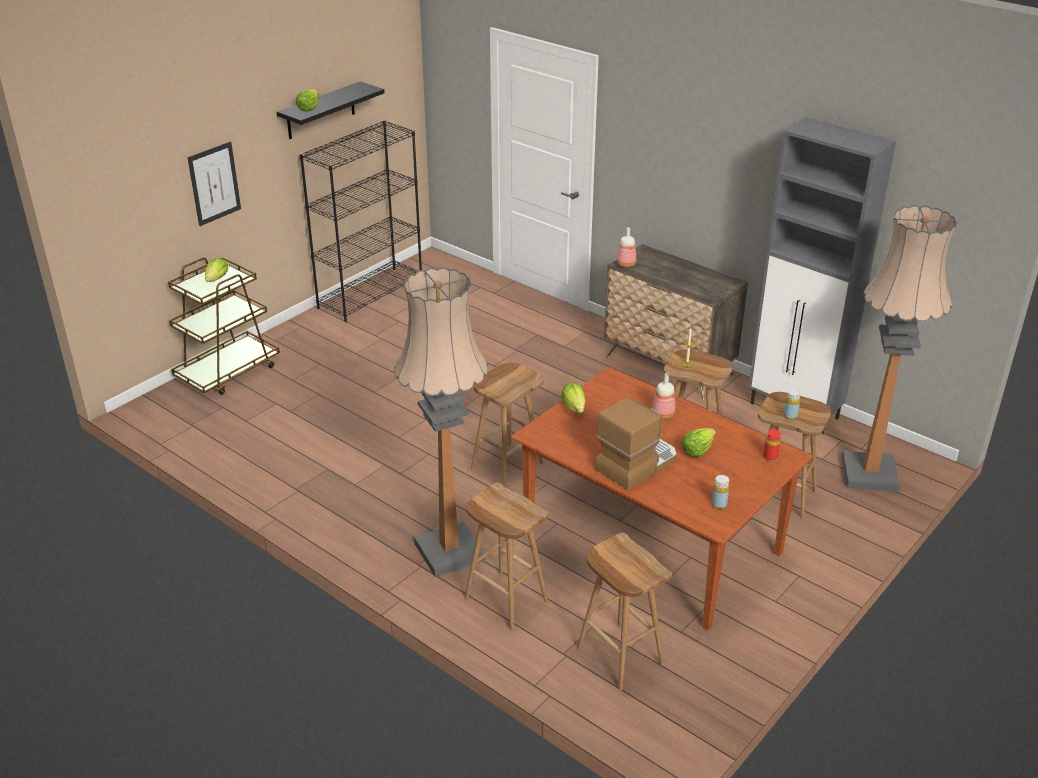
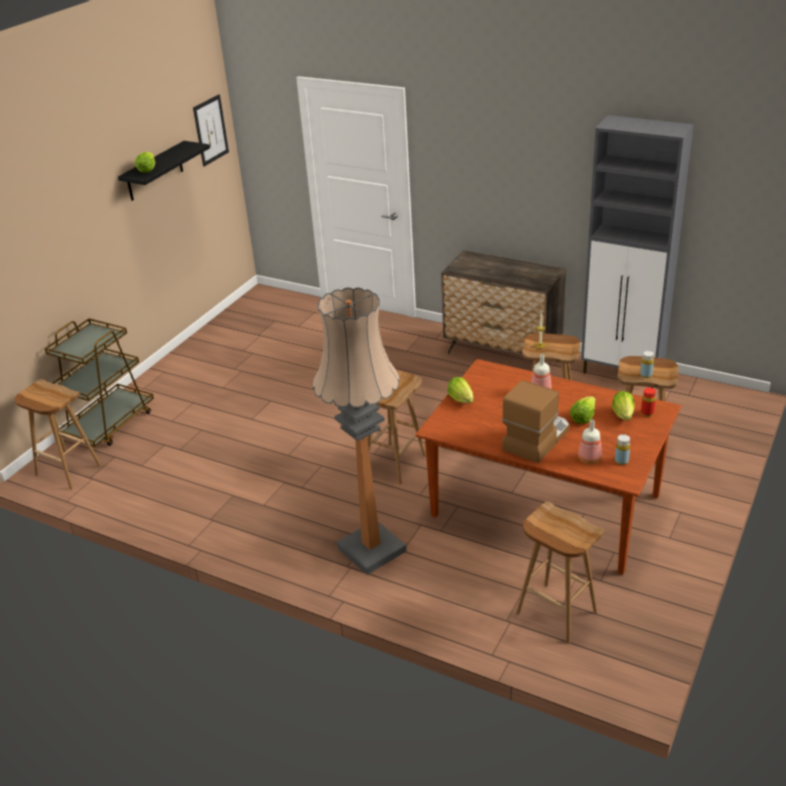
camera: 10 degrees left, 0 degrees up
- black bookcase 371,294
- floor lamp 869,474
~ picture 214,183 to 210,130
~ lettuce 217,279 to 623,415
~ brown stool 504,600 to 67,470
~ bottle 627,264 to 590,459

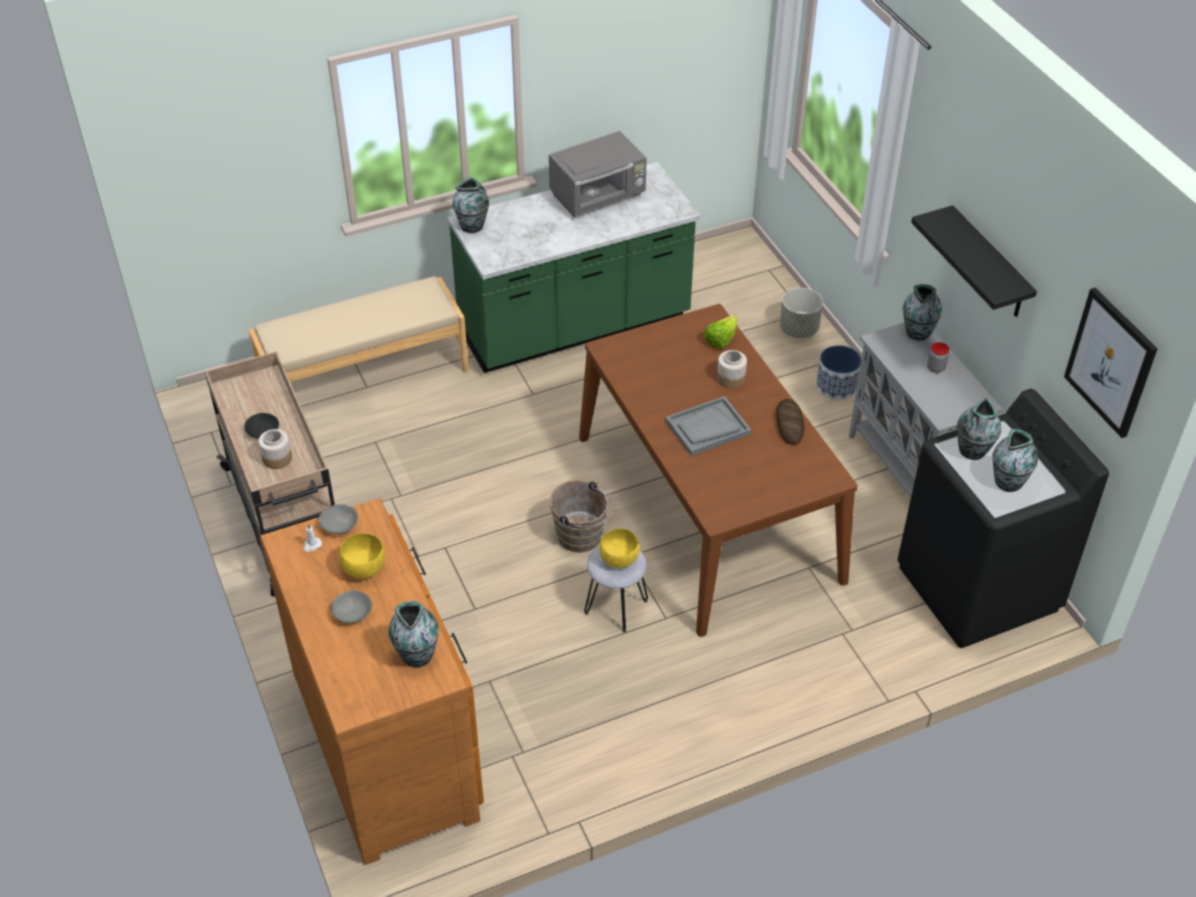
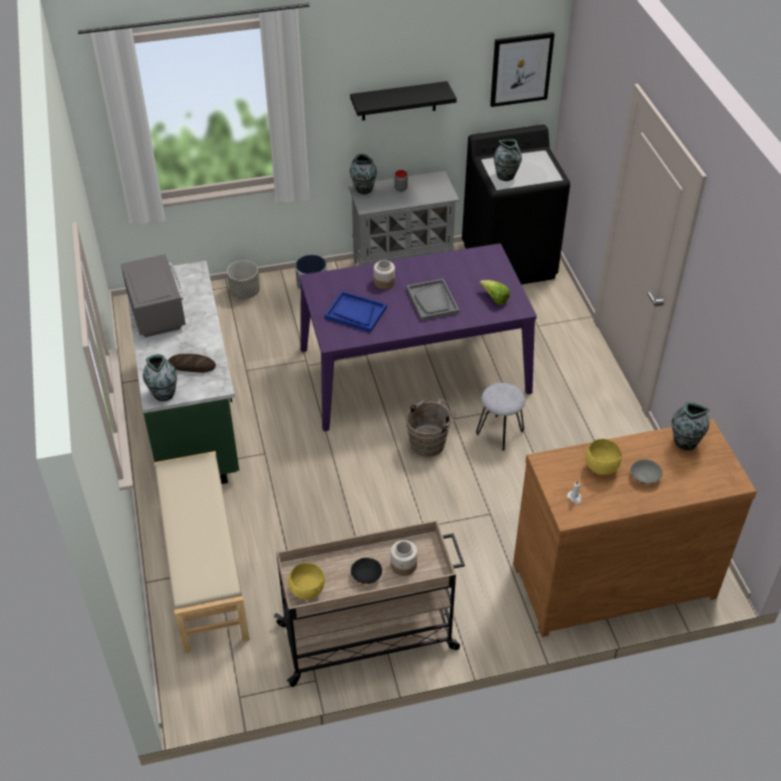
camera: 80 degrees left, 0 degrees up
- grey bowl 340,524
- vase 1008,481
+ blue tray 355,313
~ yellow bowl 620,560 to 307,590
~ lettuce 721,340 to 494,298
~ bread 789,424 to 192,366
~ brown dining table 707,507 to purple dining table 414,370

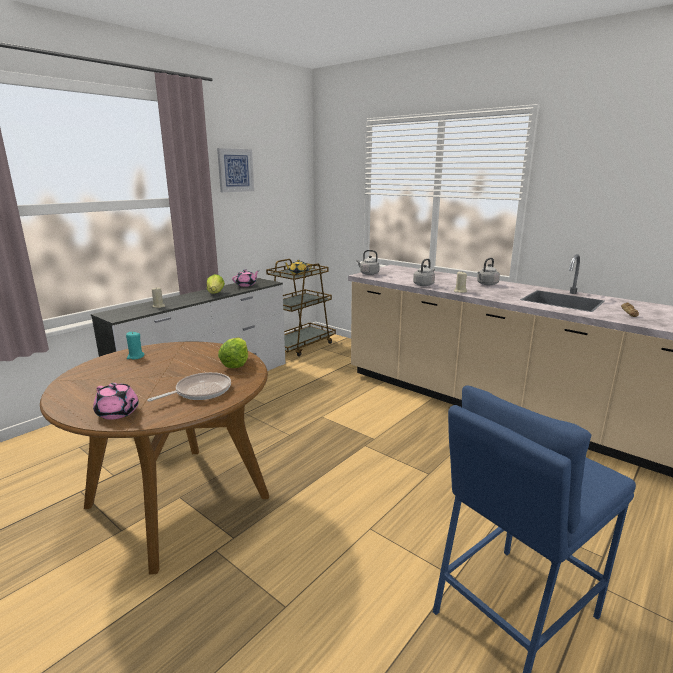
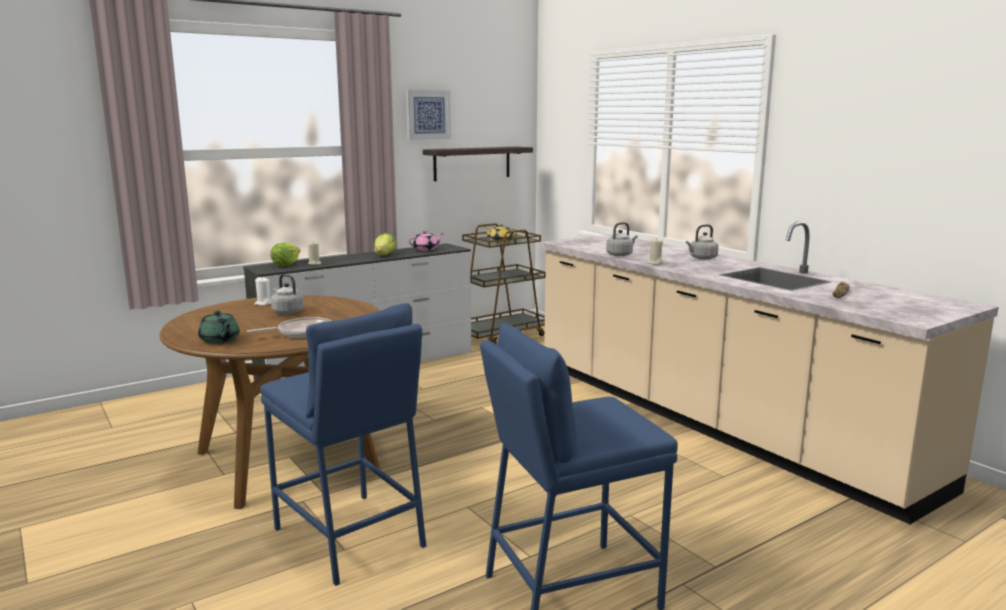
camera: 15 degrees right, 5 degrees down
+ blue stool 349,537
+ shelf 472,163
~ lettuce 235,364 to 286,264
~ grey kettle 368,273 to 287,312
~ pink teapot 118,413 to green teapot 220,340
~ turquoise candle 135,357 to white candle 263,303

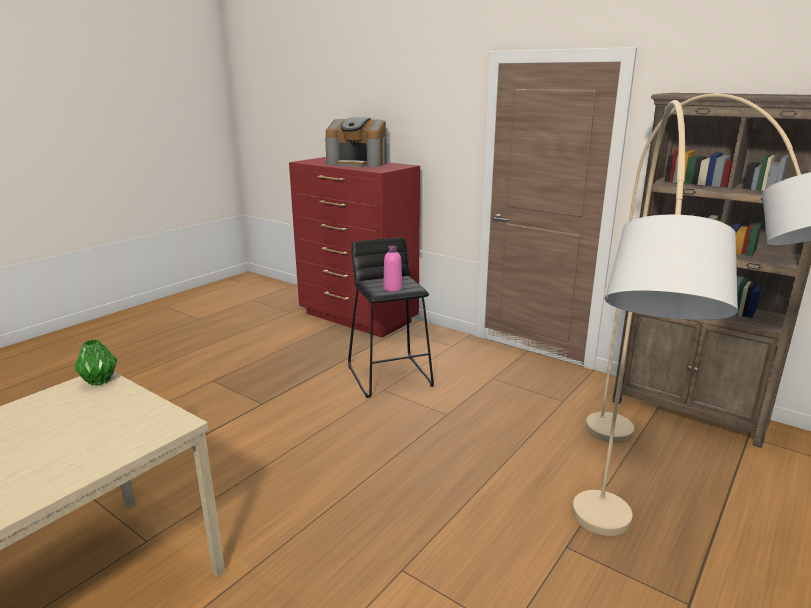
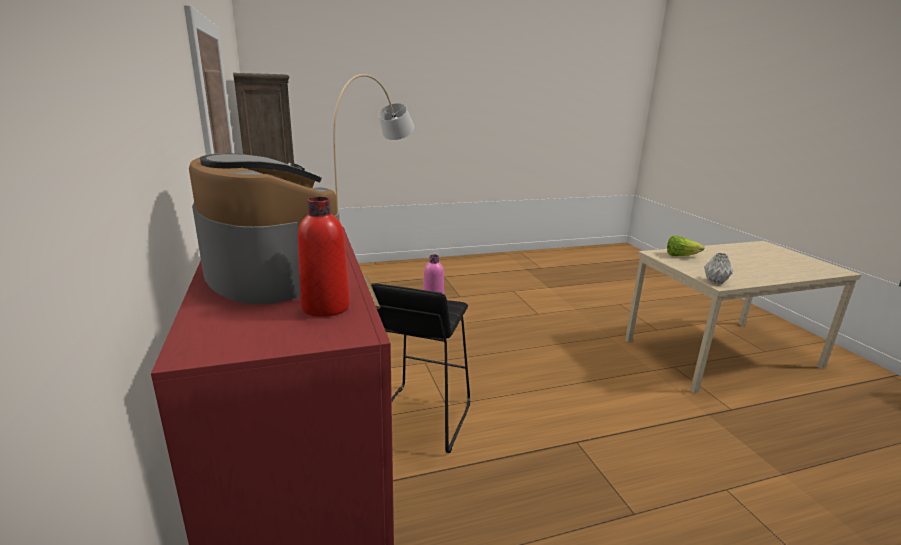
camera: 145 degrees left, 0 degrees up
- beige floor lamp 600,600
+ red bottle 326,307
+ lettuce 680,256
~ green vase 99,381 to grey vase 715,281

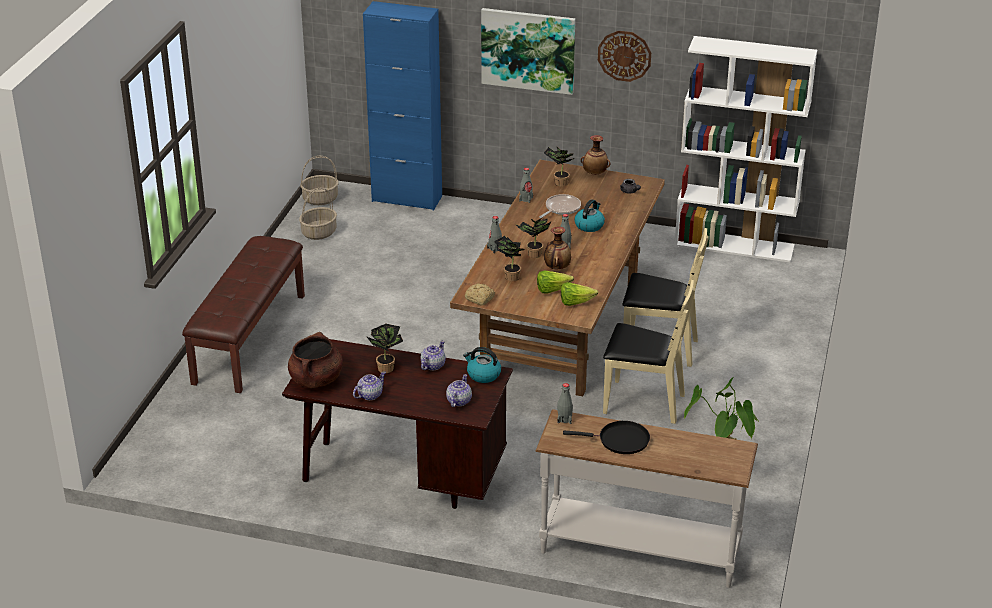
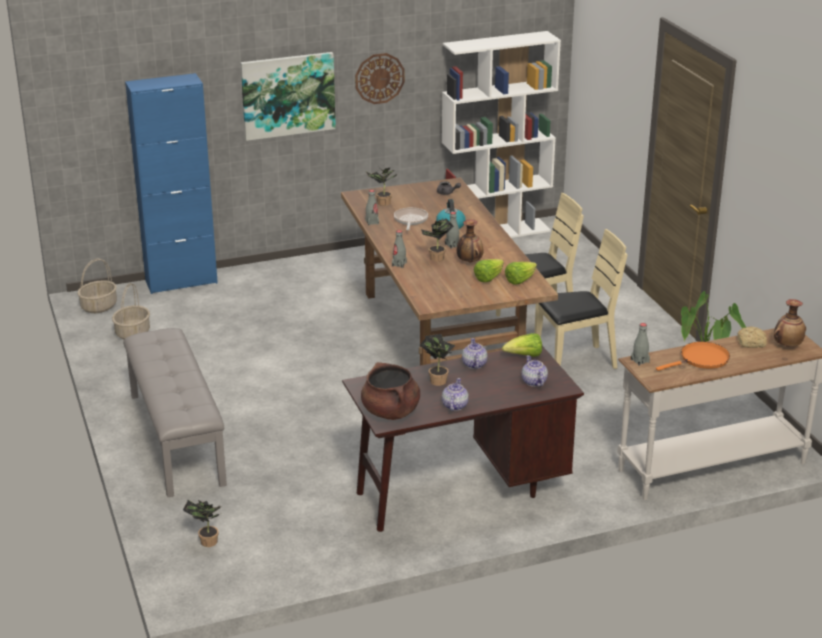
camera: 35 degrees left, 5 degrees down
~ bread 480,299 to 752,343
~ potted plant 510,276 to 206,542
~ vase 595,173 to 787,345
~ kettle 483,375 to lettuce 524,356
~ brown bench 249,338 to grey bench 175,438
~ black frying pan 620,440 to orange frying pan 701,359

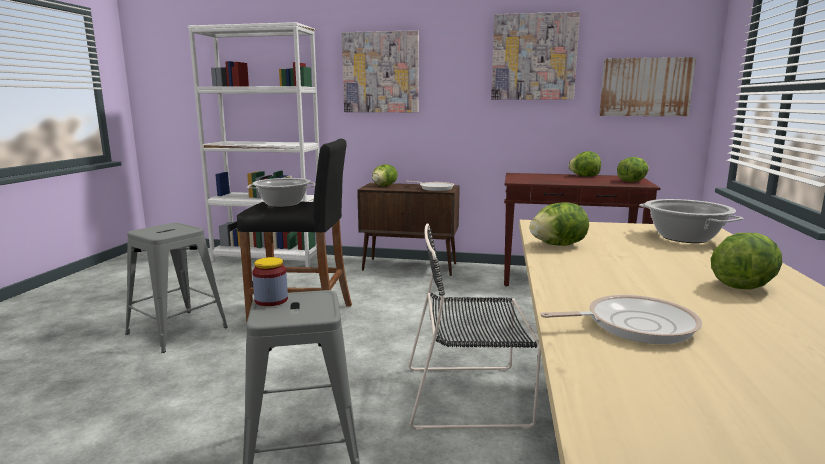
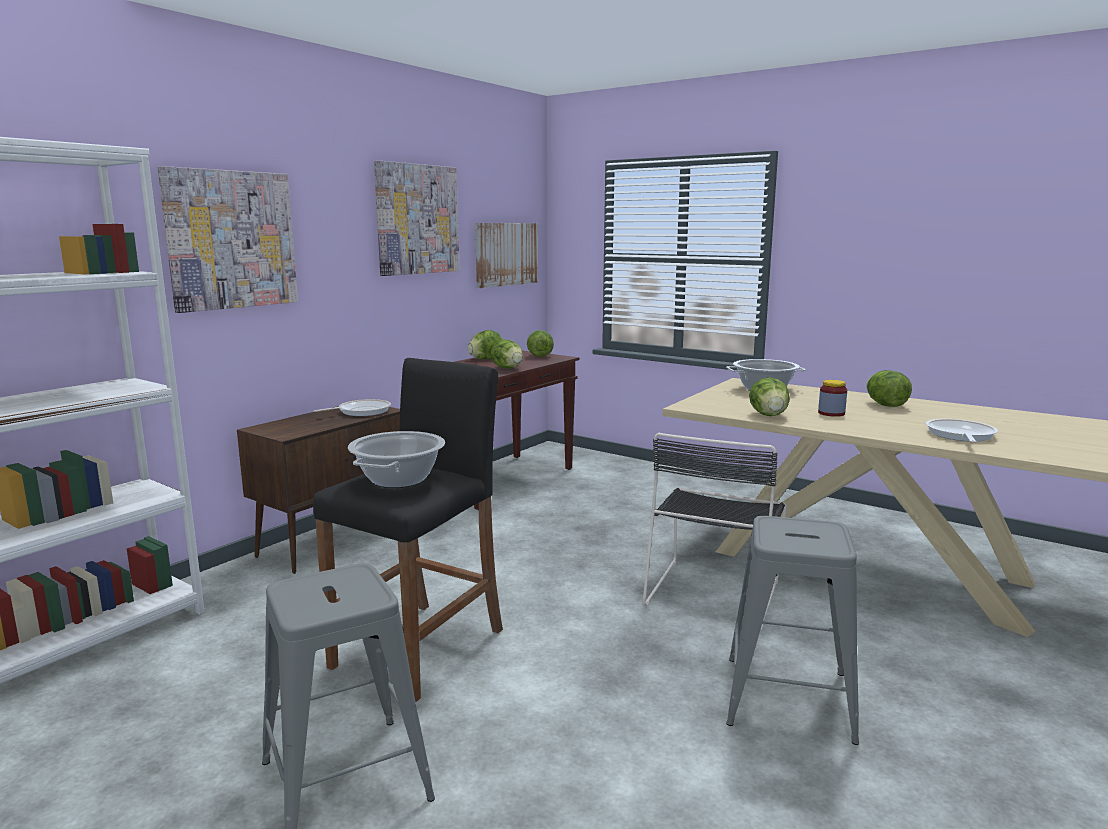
camera: 65 degrees left, 0 degrees up
~ jar 271,300 to 831,413
~ lettuce 384,186 to 507,368

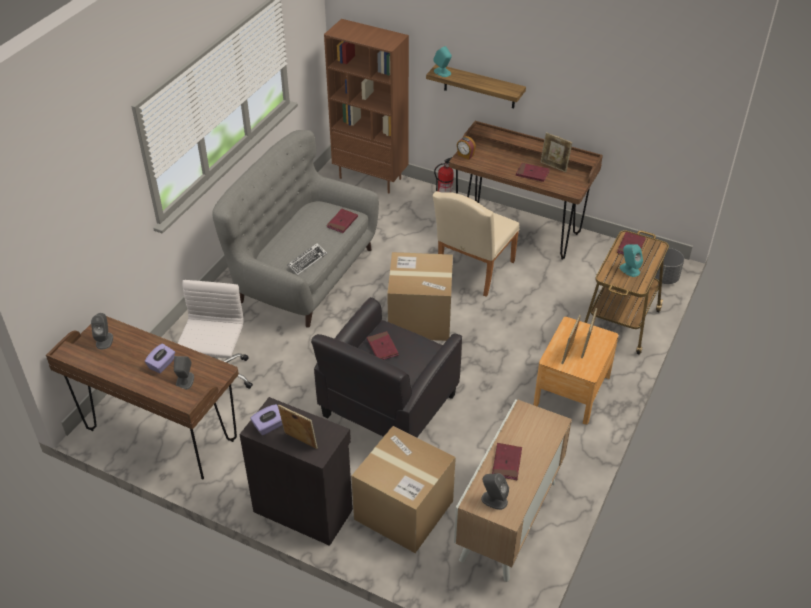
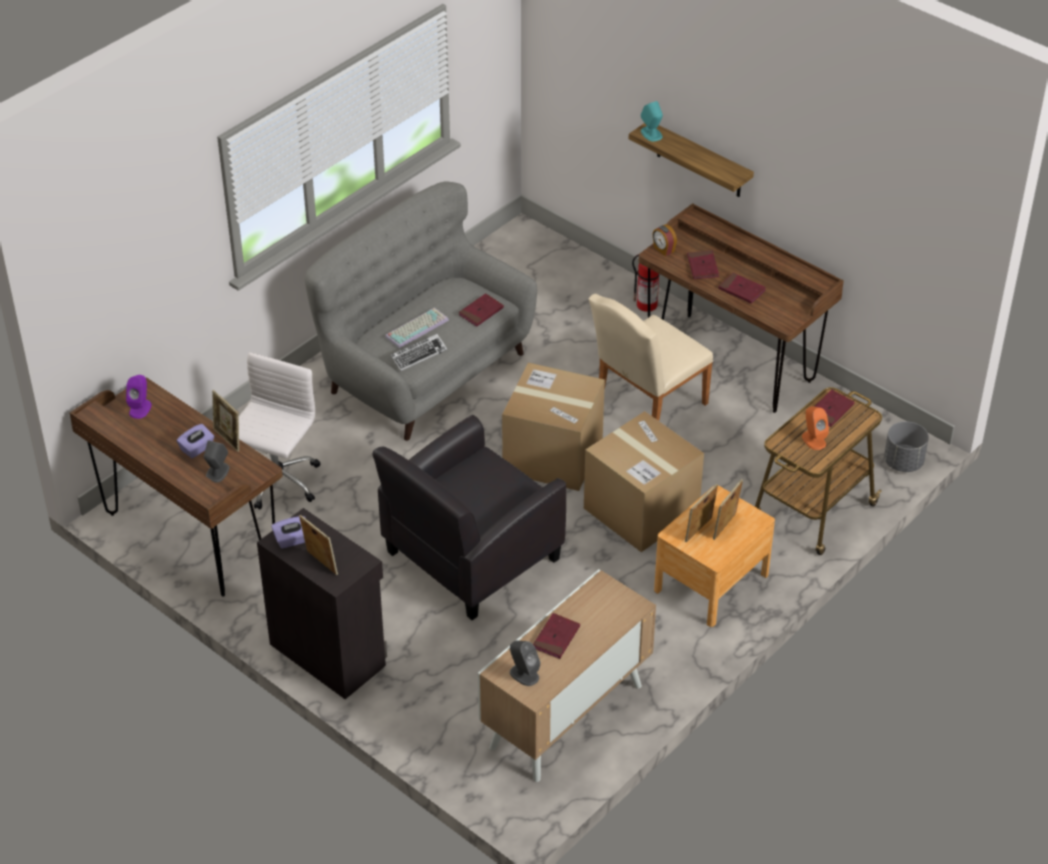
camera: 15 degrees right, 0 degrees up
- brown bookcase 371,178
+ keyboard 416,327
~ cardboard box 403,510 to 641,510
~ red book 382,347 to 702,267
~ picture frame 554,166 to 228,439
~ grey speaker 104,340 to purple speaker 140,408
~ turquoise speaker 629,270 to orange speaker 813,440

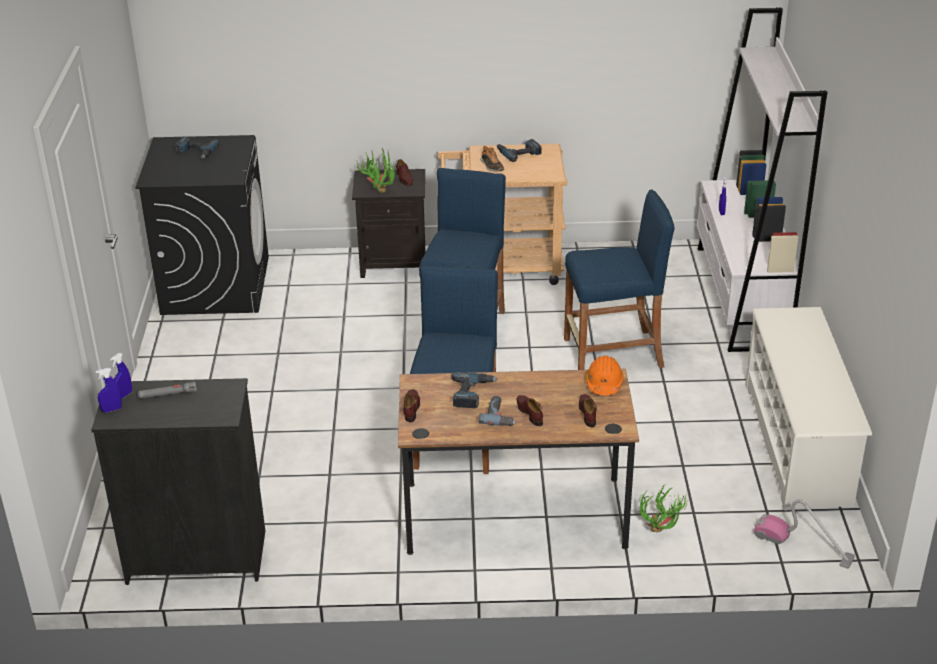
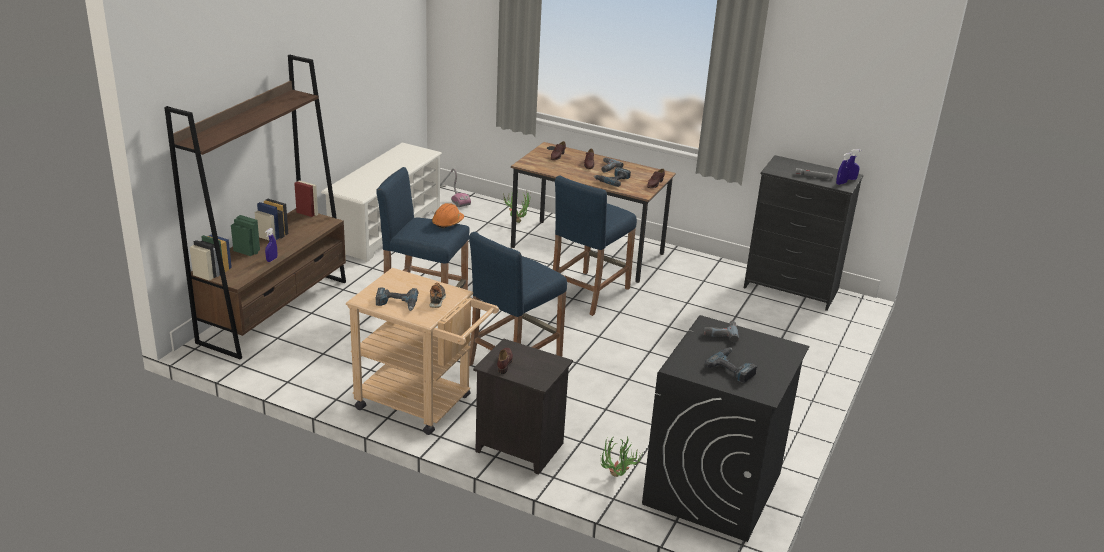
camera: 155 degrees left, 5 degrees down
+ power drill 720,333
~ potted plant 378,191 to 616,479
~ orange hard hat 604,383 to 447,222
~ white bookcase 741,297 to brown bookcase 275,311

